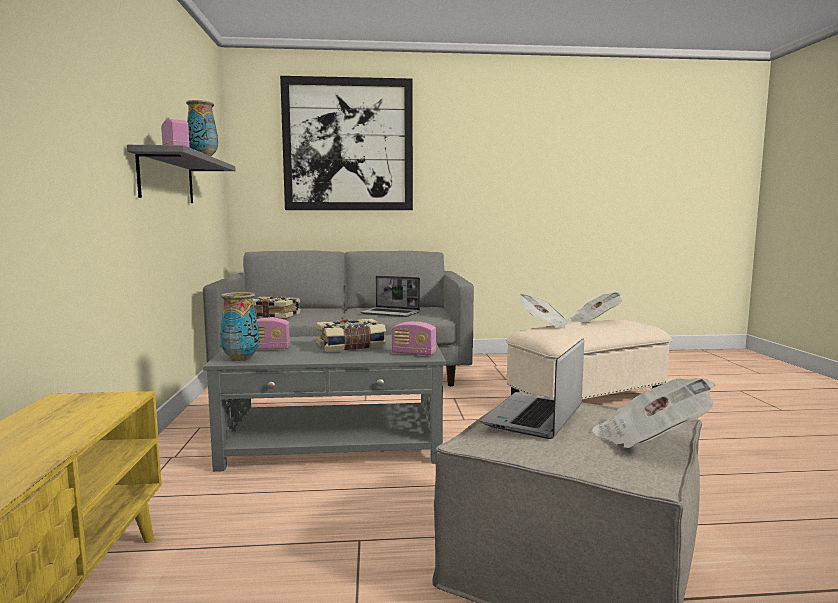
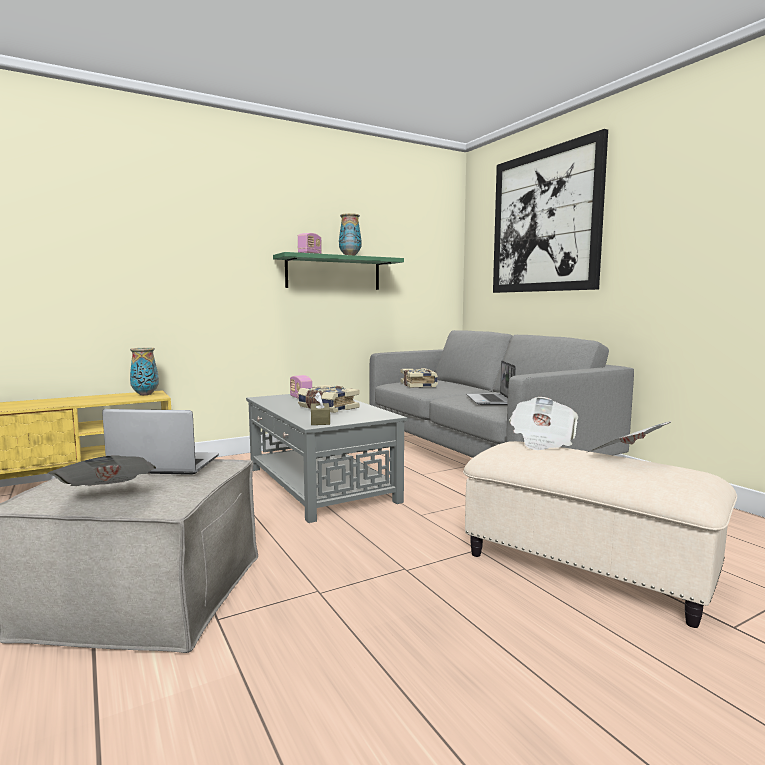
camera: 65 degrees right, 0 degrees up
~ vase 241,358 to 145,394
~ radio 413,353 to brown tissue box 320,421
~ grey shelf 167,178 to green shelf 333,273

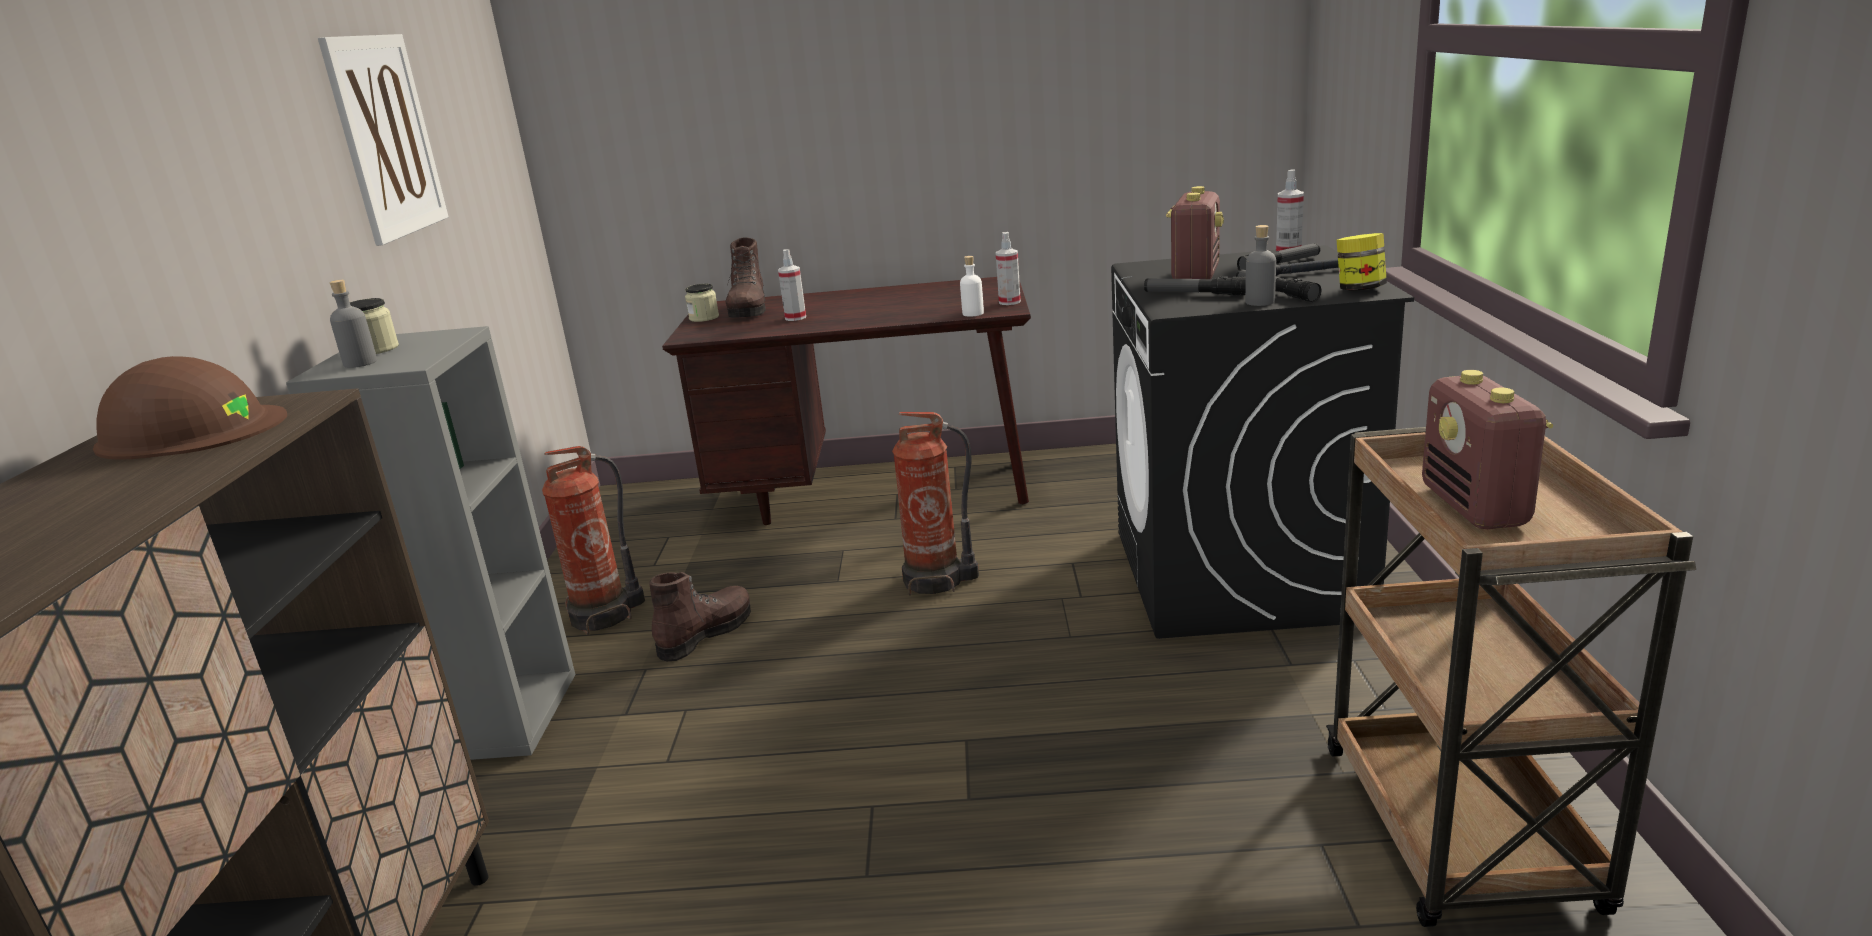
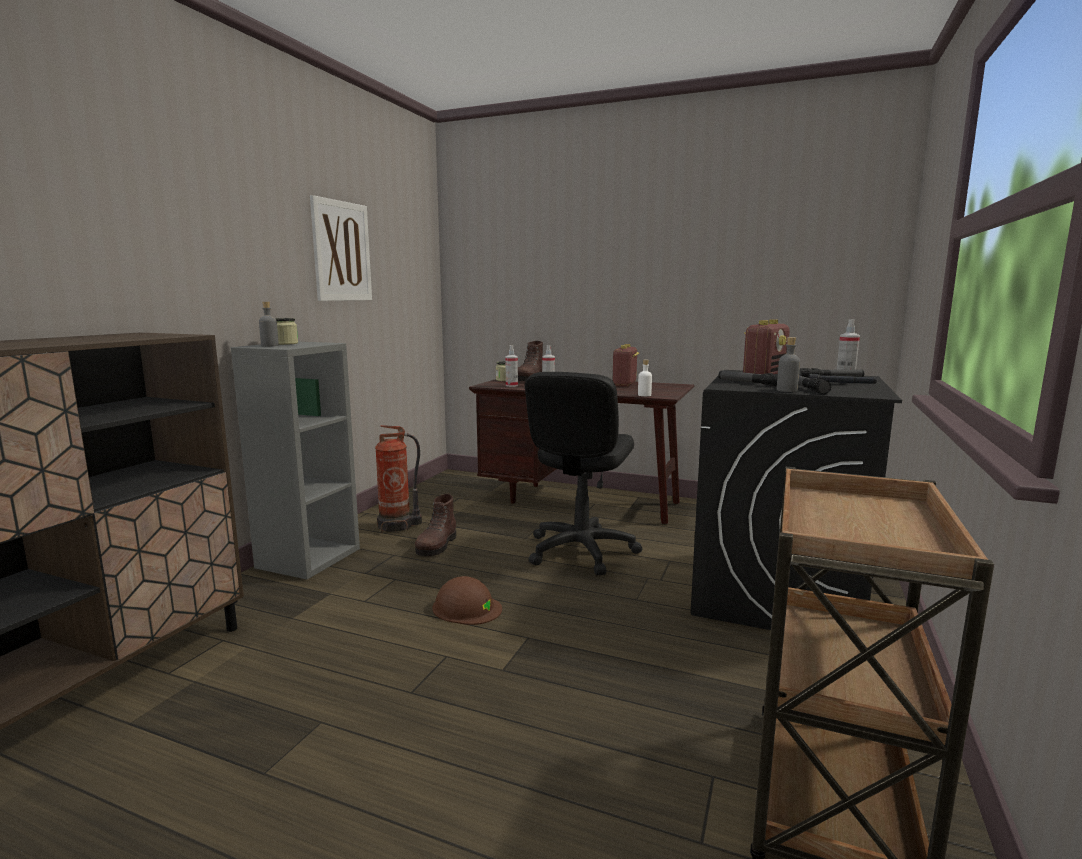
camera: 20 degrees right, 10 degrees down
- jar 1359,289
~ brown hard hat 191,431 to 466,608
~ spray bottle 1009,302 to 511,385
~ radio 1475,508 to 624,384
~ fire extinguisher 937,581 to black office chair 580,551
~ brown boot 705,634 = 437,546 135 degrees clockwise

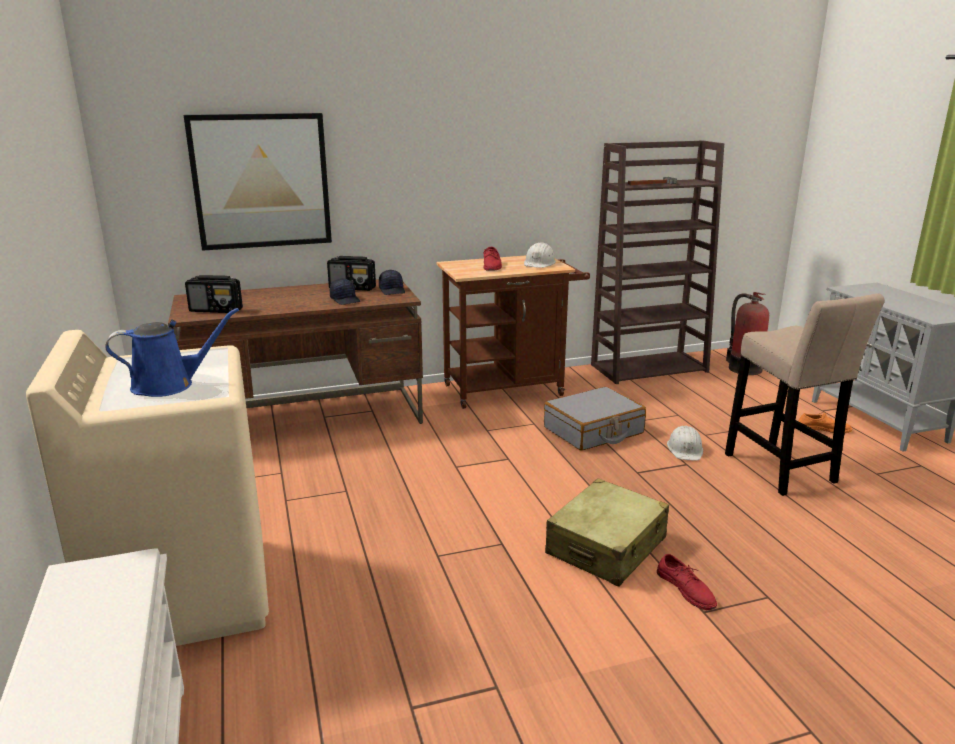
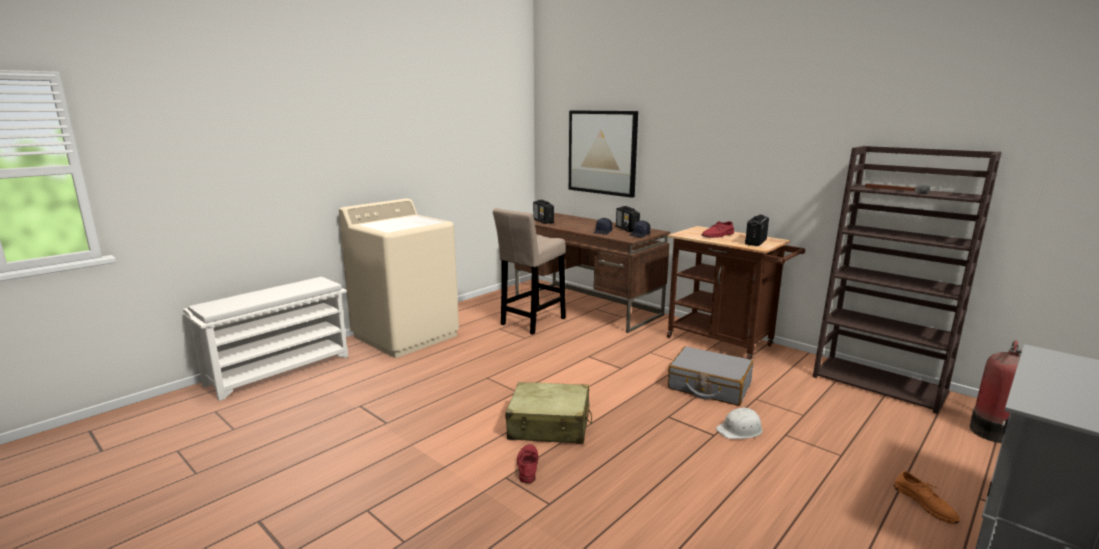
camera: 60 degrees right, 5 degrees down
- blue watering can 169,385
~ beige stool 782,471 to 531,322
~ white hard hat 539,263 to radio 755,242
~ red shoe 686,589 = 527,465 150 degrees clockwise

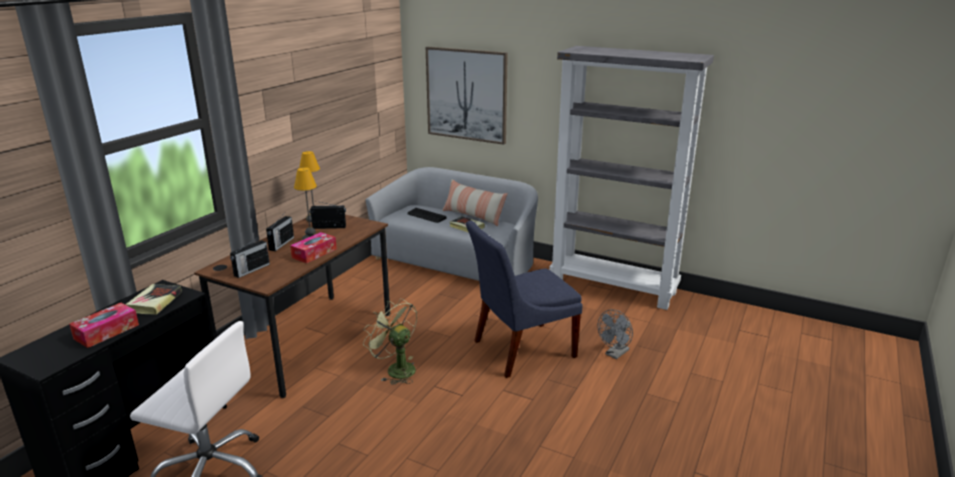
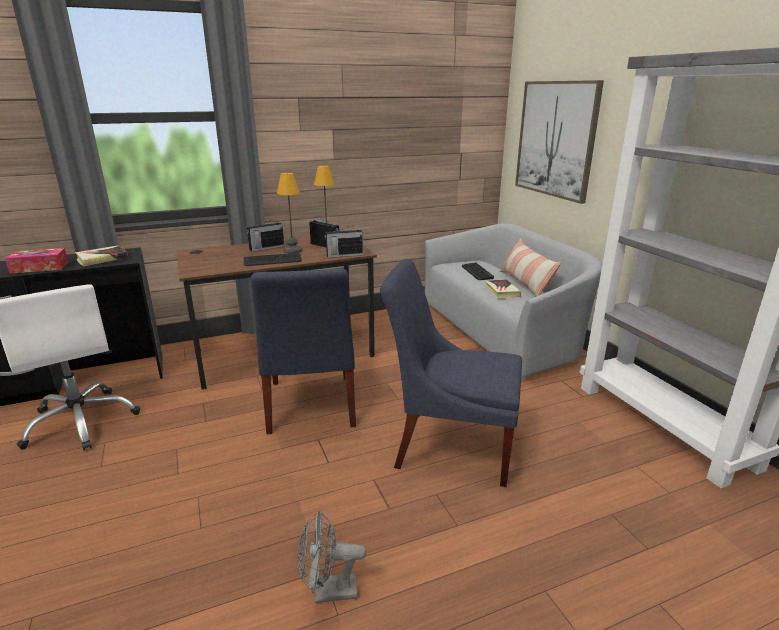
camera: 40 degrees right, 0 degrees up
~ radio 251,270 to 344,255
~ grey fan 615,354 to 328,592
~ tissue box 314,253 to keyboard 272,260
~ green fan 395,369 to blue chair 310,406

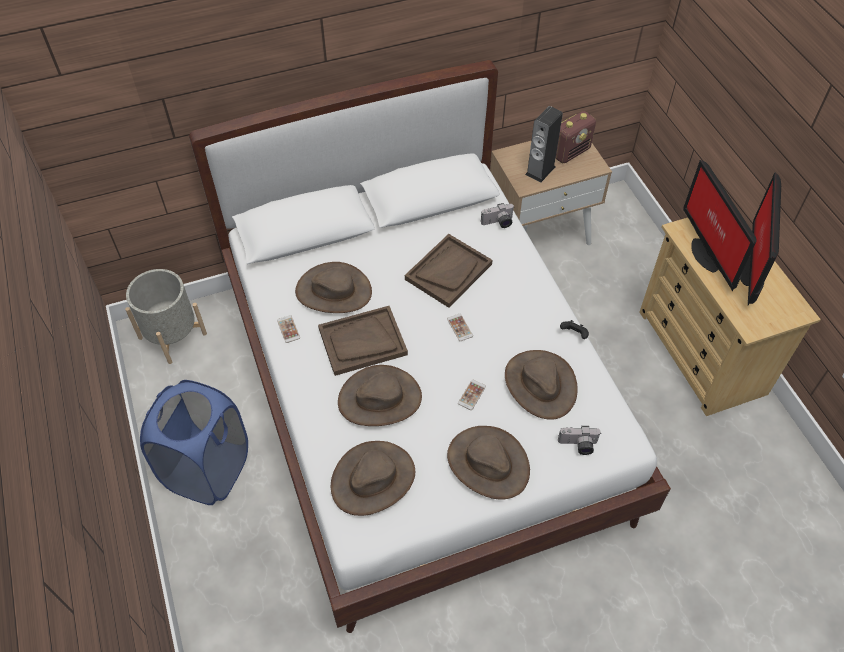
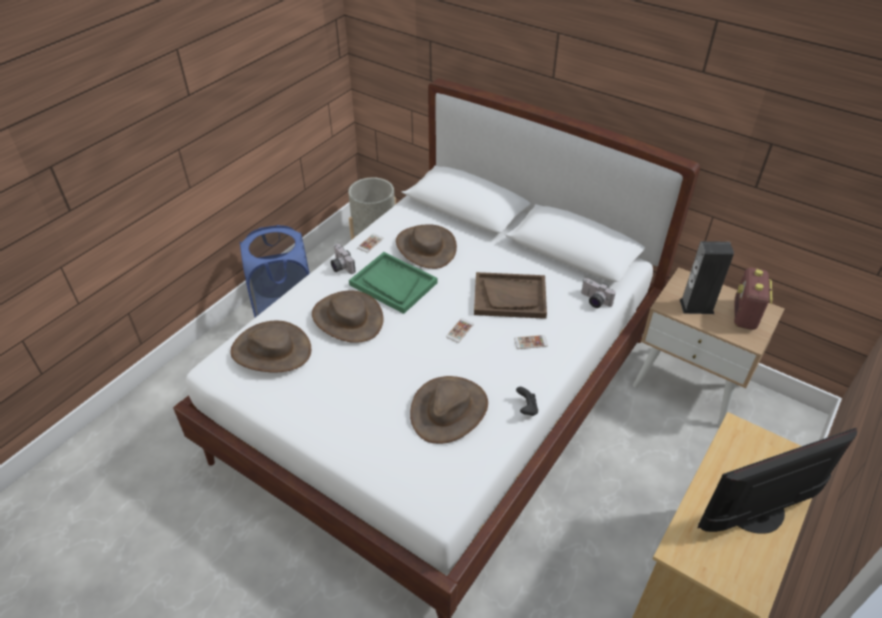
camera: 55 degrees right, 10 degrees down
- brown hat 488,463
- monitor 707,253
~ phone 471,395 to 530,342
~ photo camera 578,446 to 340,266
~ brown tray 362,342 to green tray 393,284
~ radio 570,152 = 744,315 90 degrees clockwise

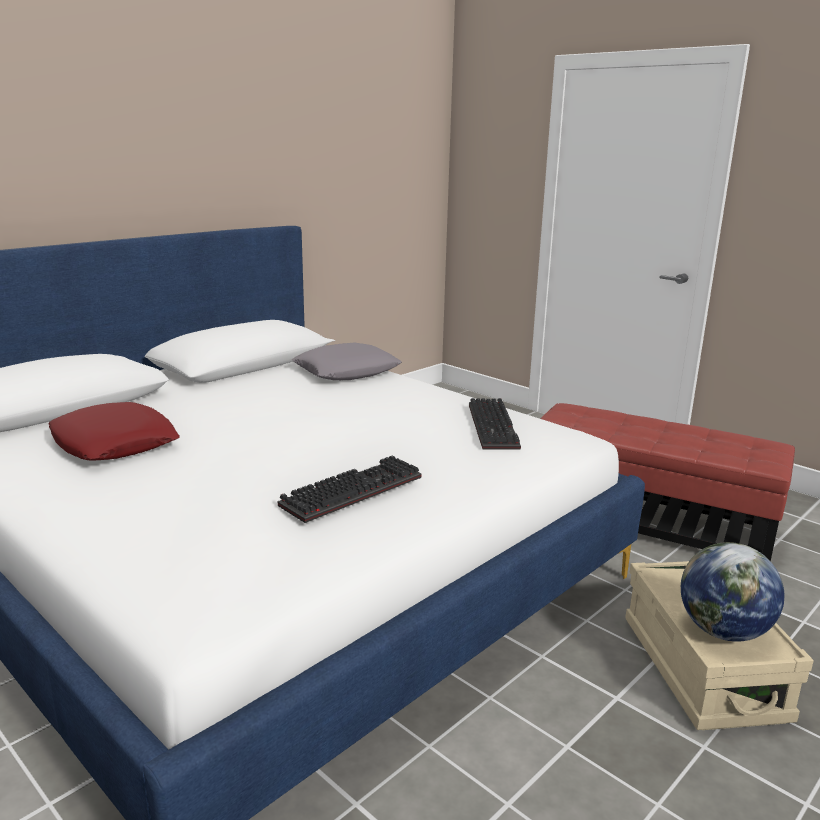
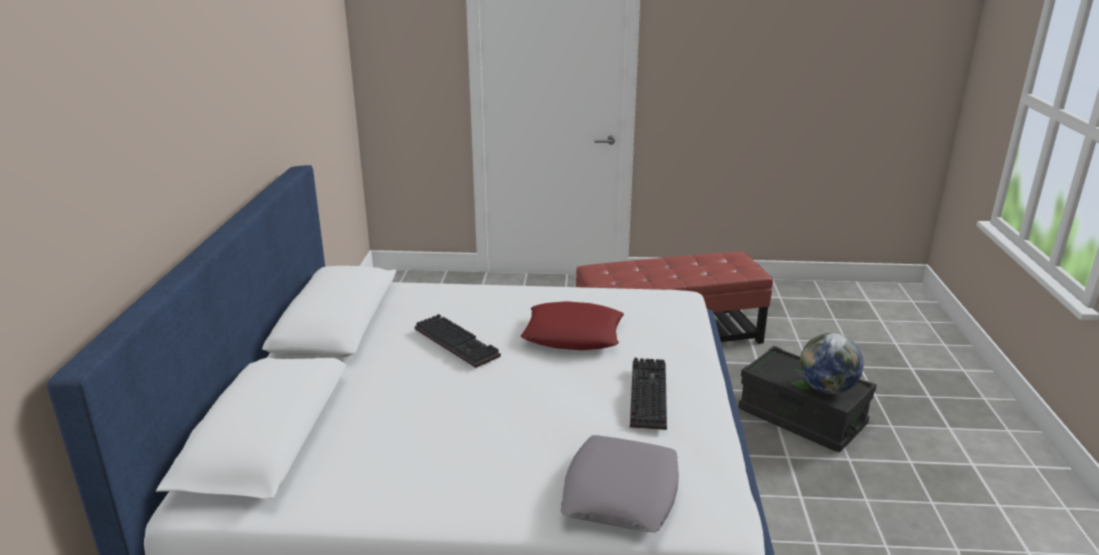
camera: 40 degrees left, 5 degrees up
~ red pillow 114,443 to 573,335
~ grey pillow 347,371 to 620,492
~ keyboard 495,427 to 459,342
~ beige storage box 702,669 to black storage box 801,418

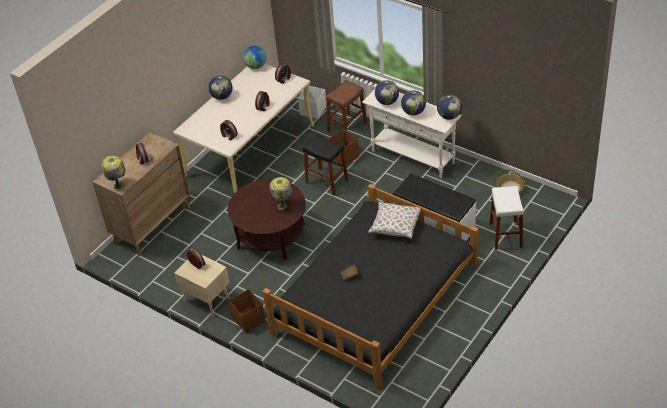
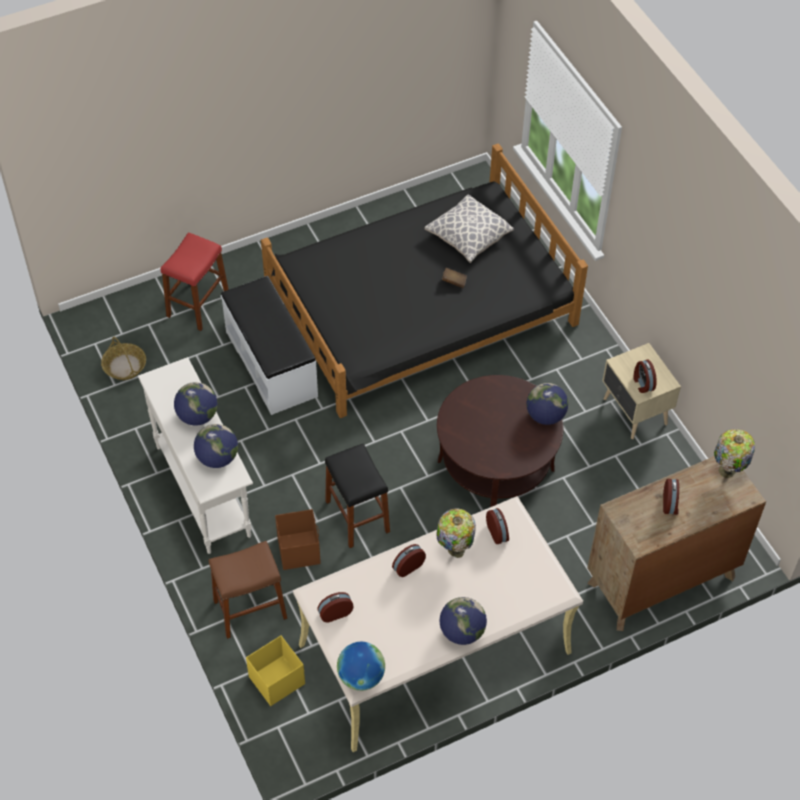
camera: 155 degrees left, 10 degrees up
- brown storage box 248,319
~ table lamp 283,206 to 455,550
~ pillow 395,227 to 468,237
~ globe 449,116 to 545,416
~ white storage box 313,110 to yellow storage box 276,681
~ white stool 505,235 to red stool 198,304

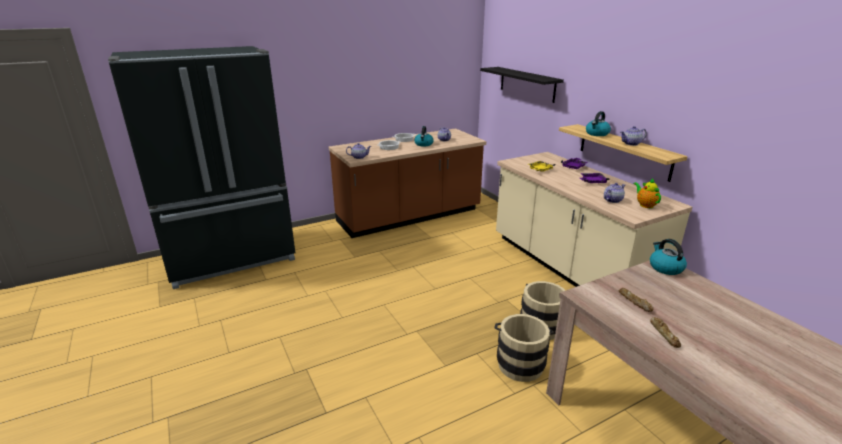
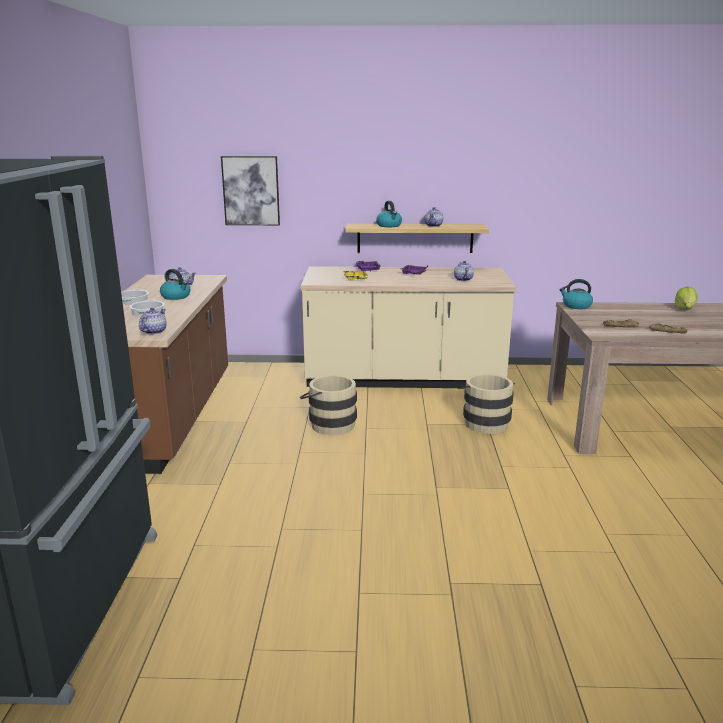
camera: 60 degrees left, 5 degrees down
- teapot 645,205
+ lettuce 685,309
~ beige bucket 519,362 to 329,424
~ black shelf 527,84 to picture 251,191

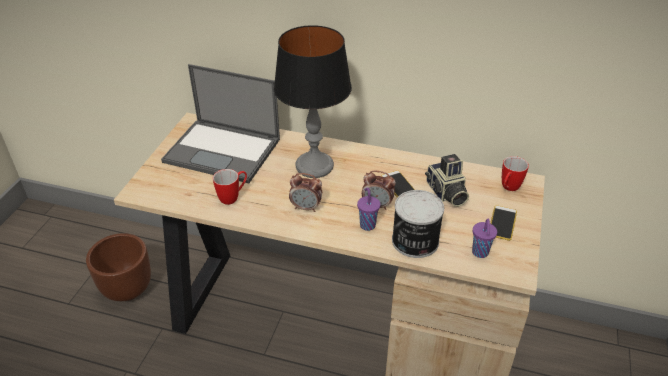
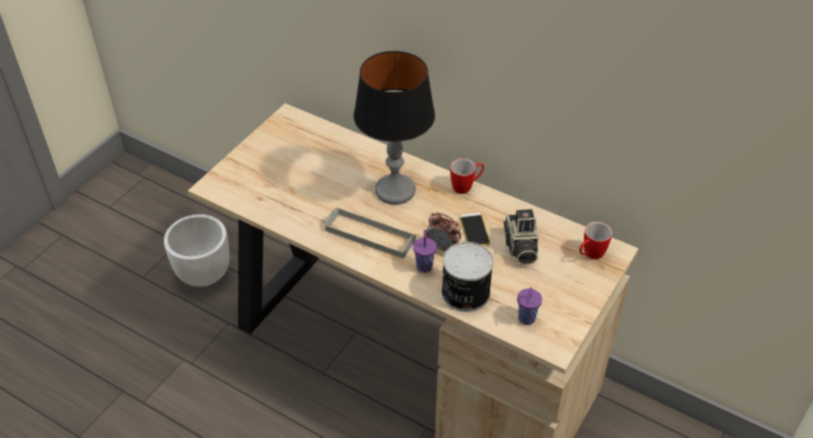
camera: 15 degrees right, 5 degrees up
- laptop 224,150
- phone 502,223
~ mug 233,197 to 466,187
~ alarm clock 306,207 to grey tray 370,235
~ brown planter 128,288 to white planter 204,273

